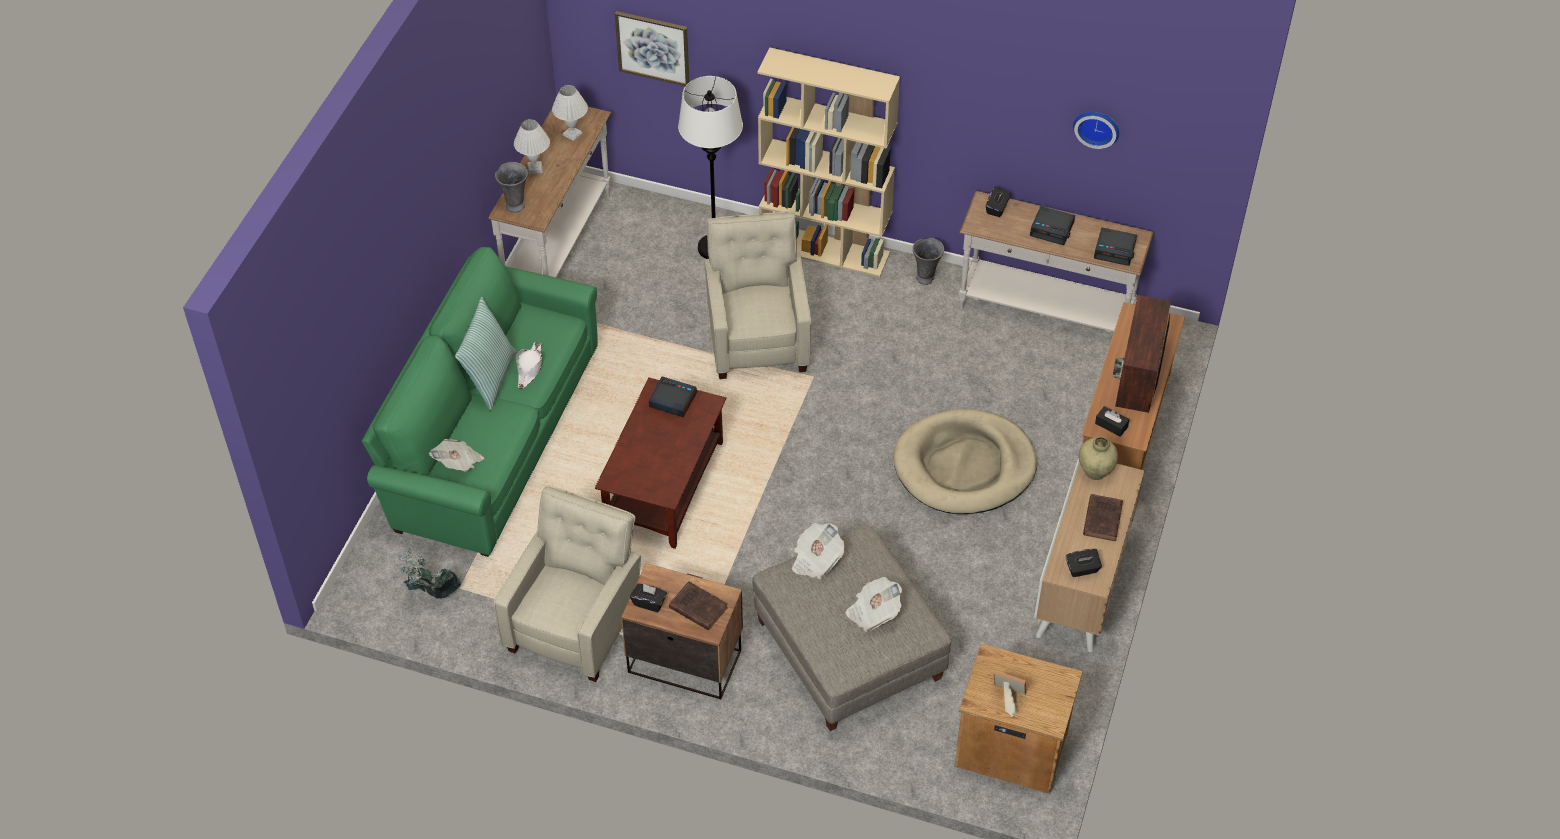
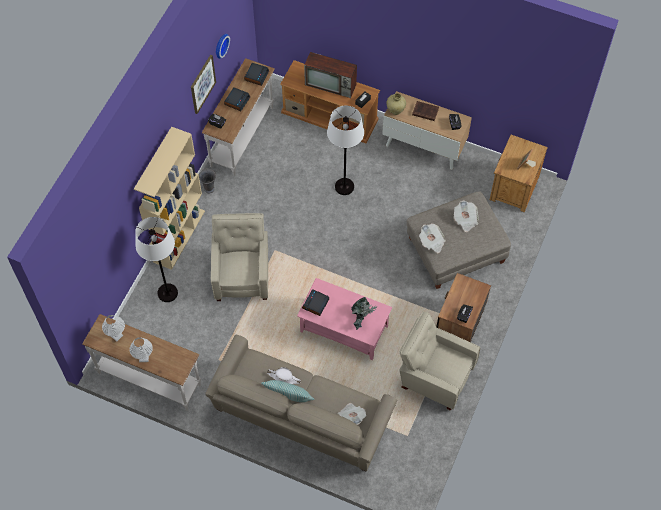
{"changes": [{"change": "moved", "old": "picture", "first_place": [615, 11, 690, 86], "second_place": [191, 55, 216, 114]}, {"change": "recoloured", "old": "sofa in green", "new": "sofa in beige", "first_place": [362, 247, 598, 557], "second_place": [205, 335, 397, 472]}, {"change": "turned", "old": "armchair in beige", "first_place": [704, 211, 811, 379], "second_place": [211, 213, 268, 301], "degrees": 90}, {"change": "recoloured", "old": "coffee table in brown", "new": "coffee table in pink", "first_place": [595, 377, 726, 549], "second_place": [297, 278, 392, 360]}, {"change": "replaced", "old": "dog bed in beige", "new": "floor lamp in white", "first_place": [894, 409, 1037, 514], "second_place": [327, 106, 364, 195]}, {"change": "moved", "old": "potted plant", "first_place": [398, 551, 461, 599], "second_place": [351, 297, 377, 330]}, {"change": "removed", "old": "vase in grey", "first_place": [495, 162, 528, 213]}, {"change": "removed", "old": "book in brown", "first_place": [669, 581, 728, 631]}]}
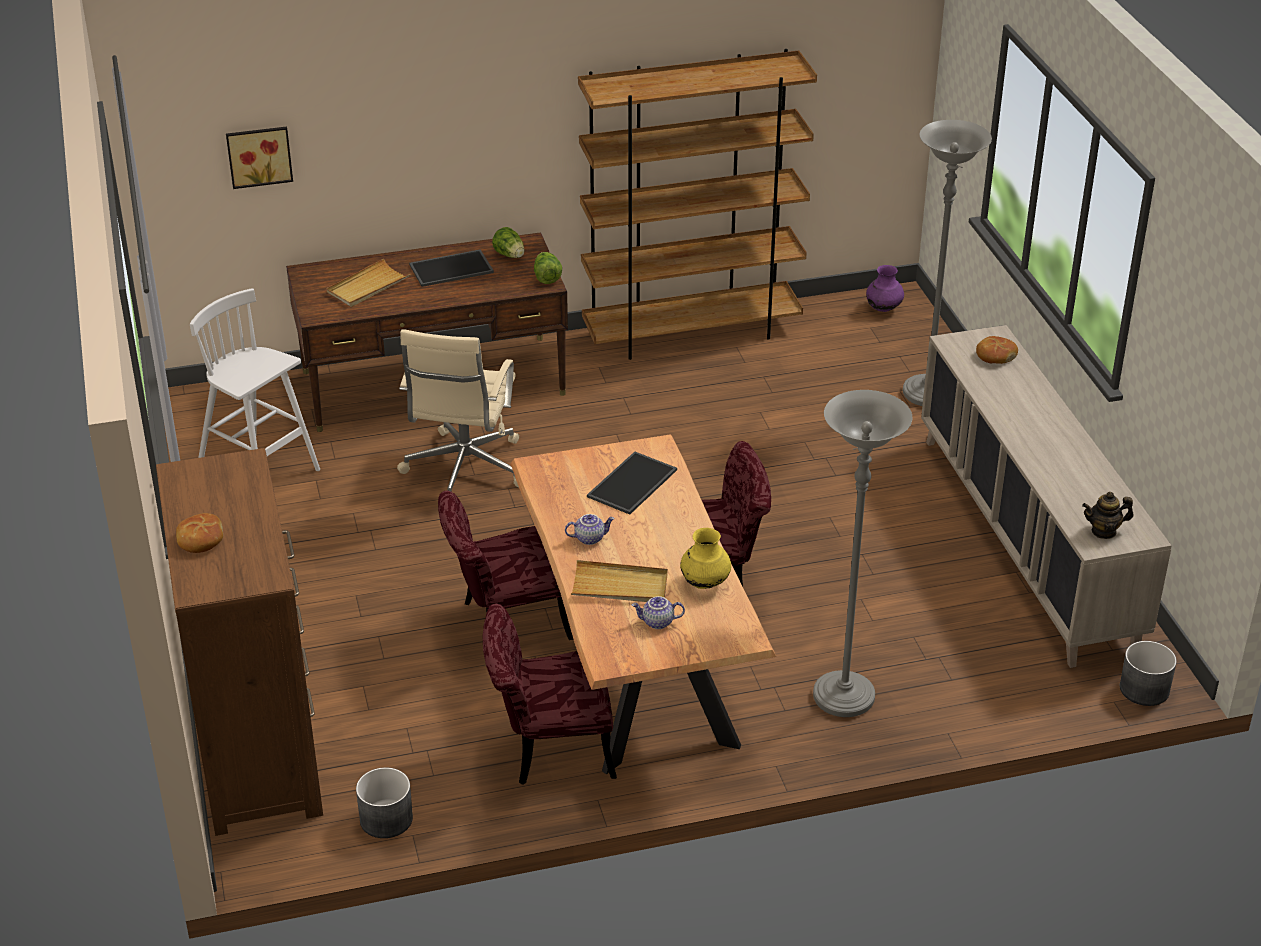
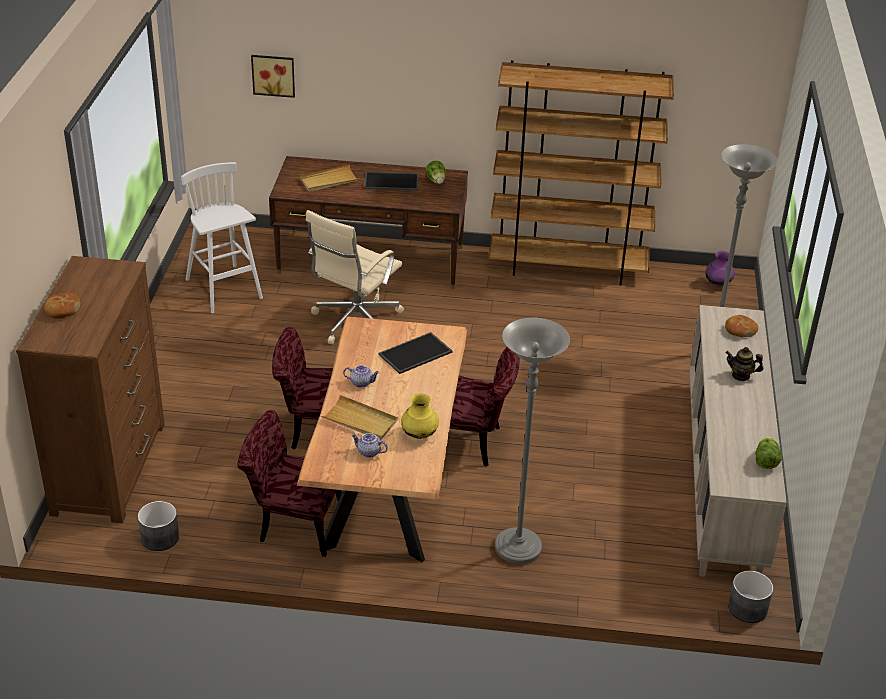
{"changes": [{"change": "moved", "old": "teapot", "first_place": [1082, 492, 1133, 539], "second_place": [726, 347, 763, 381]}, {"change": "moved", "old": "lettuce", "first_place": [534, 252, 562, 284], "second_place": [755, 437, 782, 469]}]}
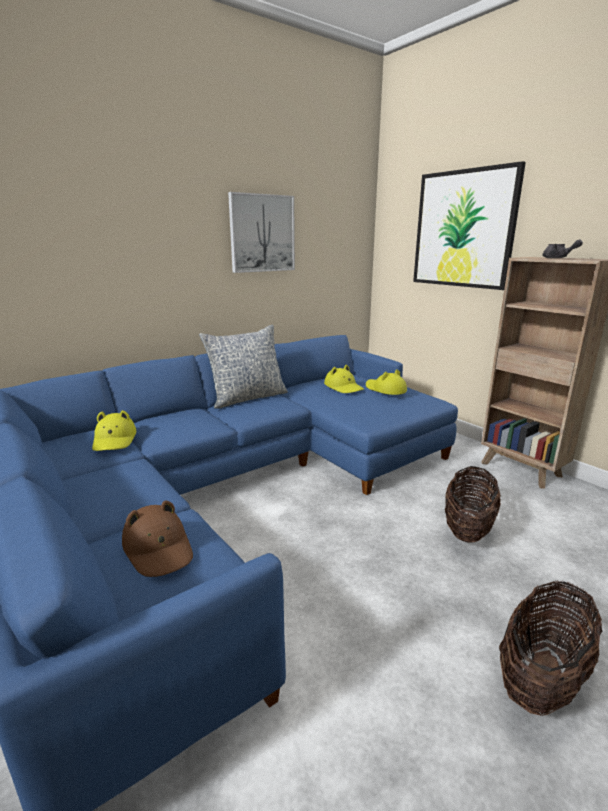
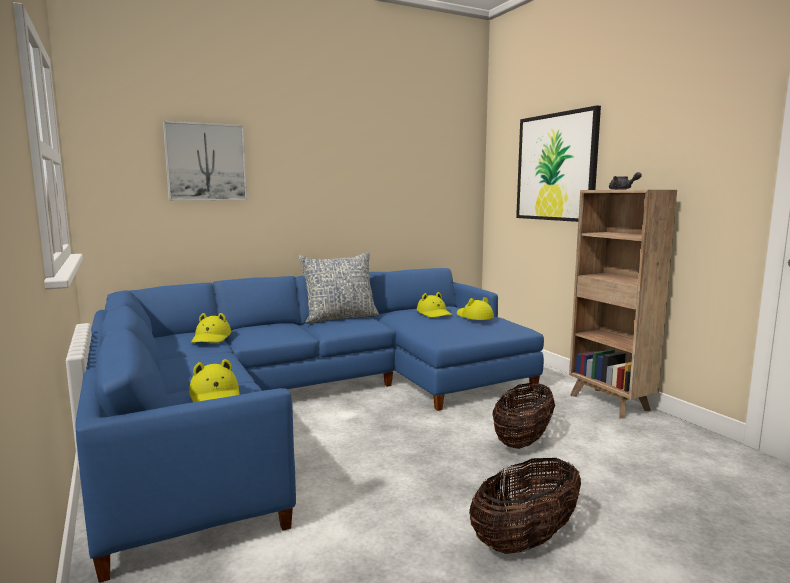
{"changes": [{"change": "moved", "old": "picture", "first_place": [228, 192, 295, 273], "second_place": [163, 121, 247, 201]}, {"change": "recoloured", "old": "hat in brown", "new": "hat in yellow", "first_place": [122, 500, 193, 577], "second_place": [189, 359, 239, 402]}]}
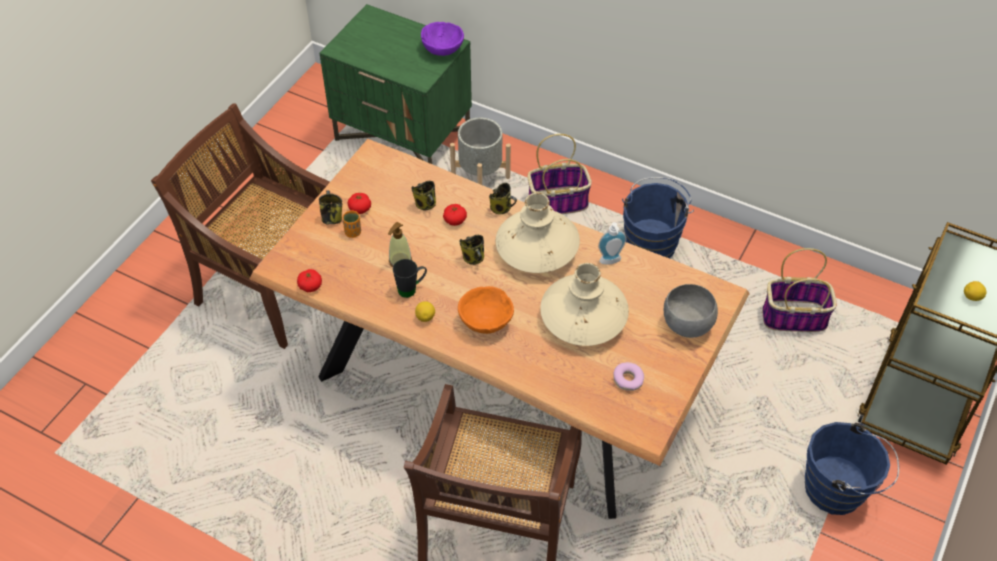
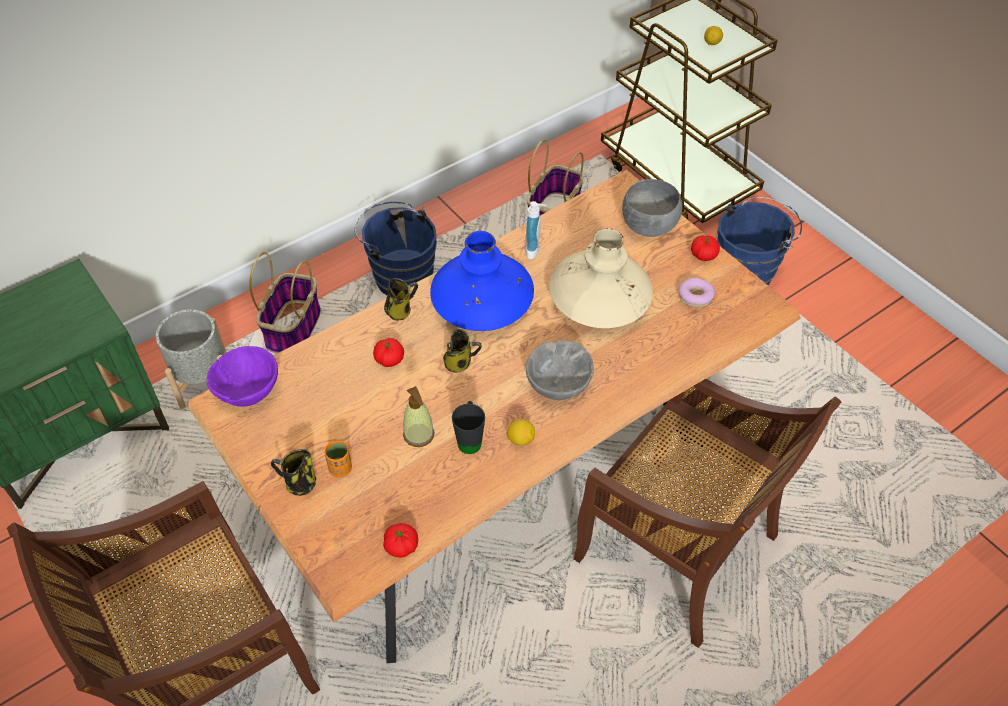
{"changes": [{"change": "moved", "old": "bowl in purple", "first_place": [421, 22, 464, 56], "second_place": [207, 346, 278, 407]}, {"change": "recoloured", "old": "vase in beige", "new": "vase in blue", "first_place": [496, 193, 580, 273], "second_place": [430, 231, 534, 331]}, {"change": "recoloured", "old": "bowl in orange", "new": "bowl in grey", "first_place": [458, 286, 514, 334], "second_place": [526, 340, 594, 400]}, {"change": "moved", "old": "tomato", "first_place": [348, 193, 371, 214], "second_place": [691, 235, 720, 261]}, {"change": "removed", "old": "mug", "first_place": [411, 181, 436, 210]}]}
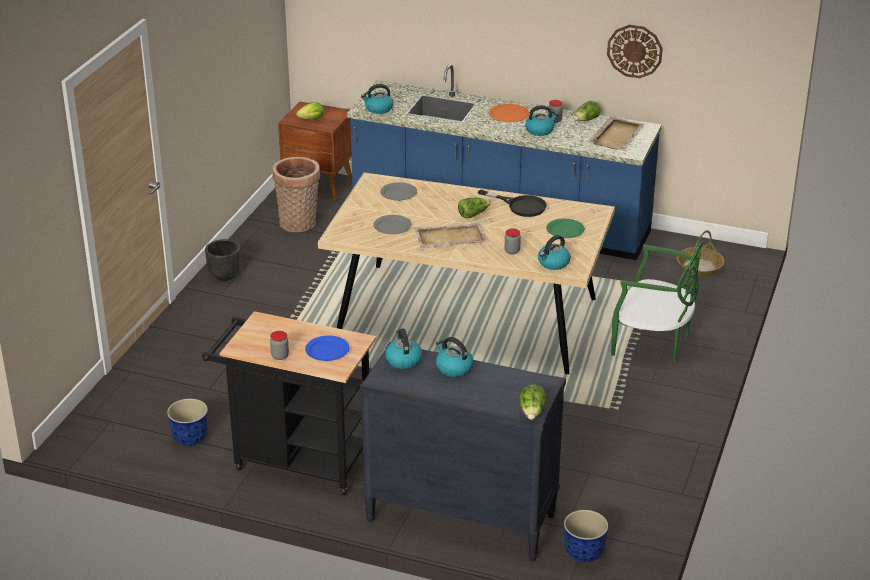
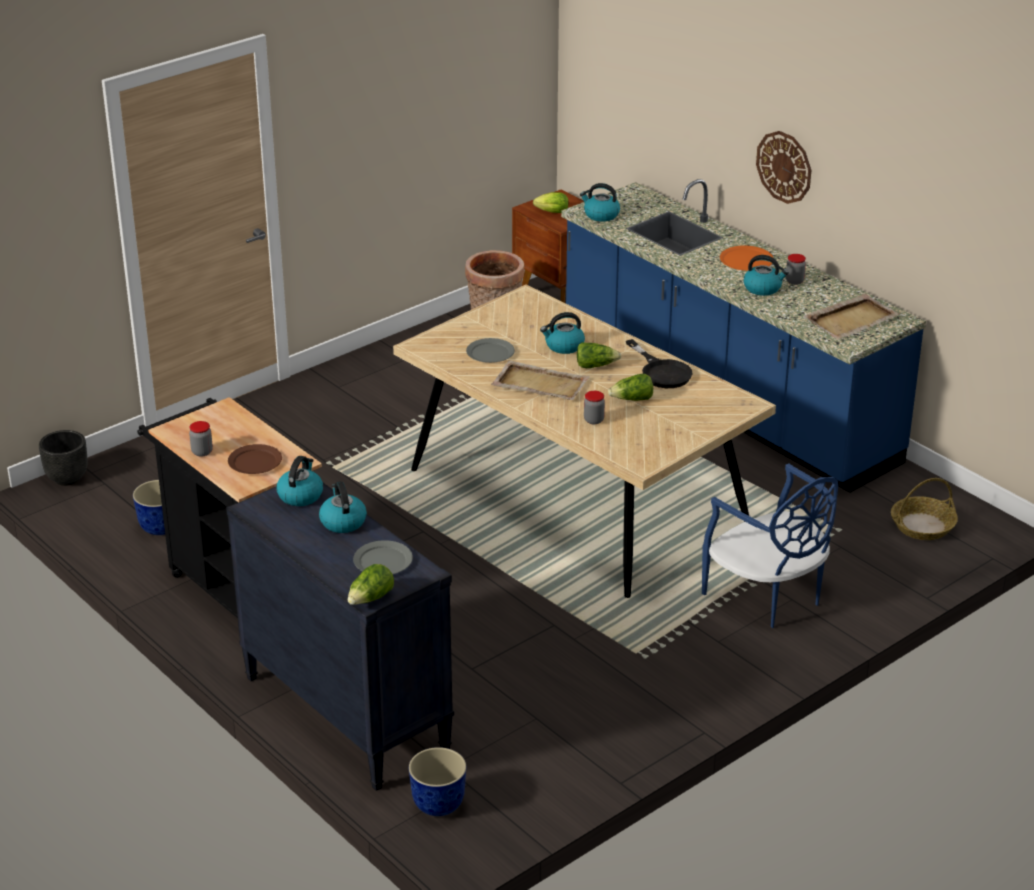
{"changes": [{"change": "moved", "old": "planter in black", "first_place": [205, 239, 240, 281], "second_place": [39, 430, 87, 486]}, {"change": "recoloured", "old": "plate in blue", "new": "plate in brown", "first_place": [305, 335, 349, 361], "second_place": [228, 444, 282, 474]}, {"change": "moved", "old": "plate in grey", "first_place": [380, 182, 417, 201], "second_place": [353, 540, 413, 574]}, {"change": "moved", "old": "kettle", "first_place": [538, 235, 571, 270], "second_place": [540, 312, 585, 354]}, {"change": "moved", "old": "lettuce", "first_place": [574, 101, 600, 121], "second_place": [608, 374, 653, 401]}, {"change": "recoloured", "old": "chair in green", "new": "chair in blue", "first_place": [611, 241, 703, 362], "second_place": [702, 464, 838, 628]}, {"change": "moved", "old": "wall clock", "first_place": [607, 25, 663, 78], "second_place": [756, 131, 811, 204]}, {"change": "removed", "old": "plate in green", "first_place": [546, 219, 585, 238]}]}
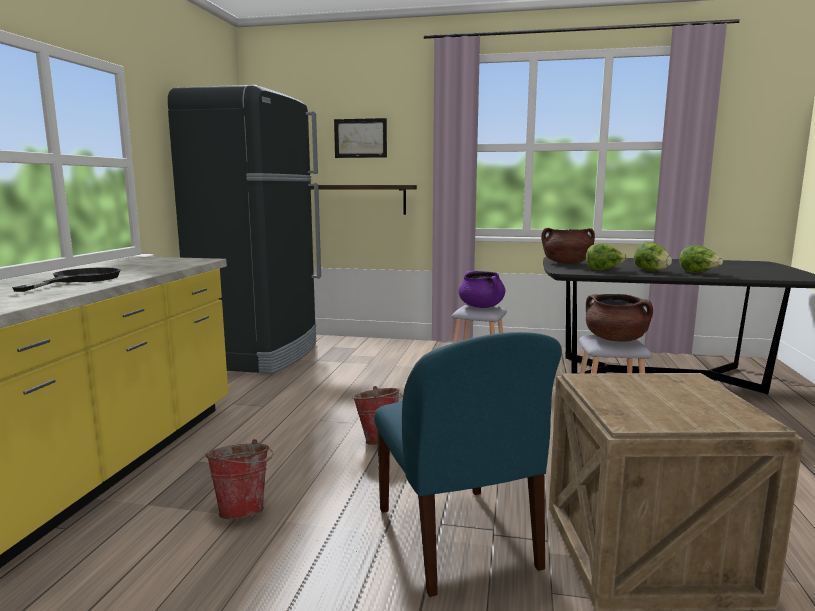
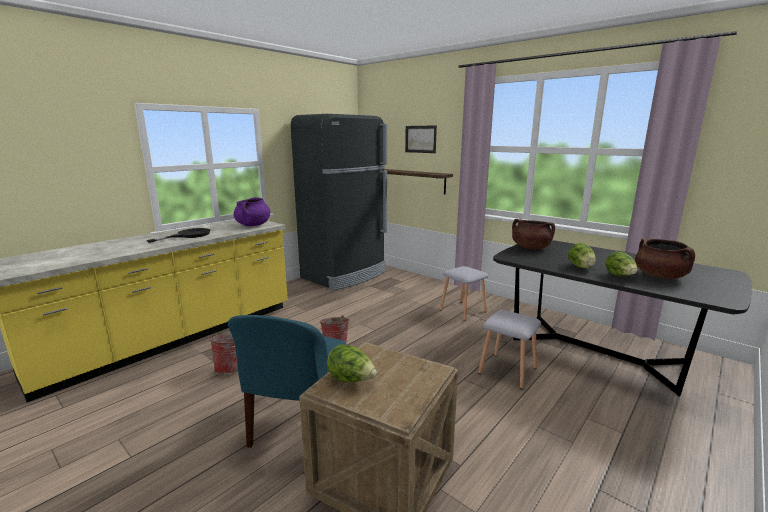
{"changes": [{"change": "moved", "old": "cooking pot in purple", "first_place": [459, 271, 505, 308], "second_place": [234, 197, 270, 226]}, {"change": "moved", "old": "lettuce", "first_place": [586, 244, 627, 270], "second_place": [327, 344, 377, 382]}, {"change": "moved", "old": "cooking pot in brown", "first_place": [586, 294, 653, 342], "second_place": [635, 238, 695, 279]}]}
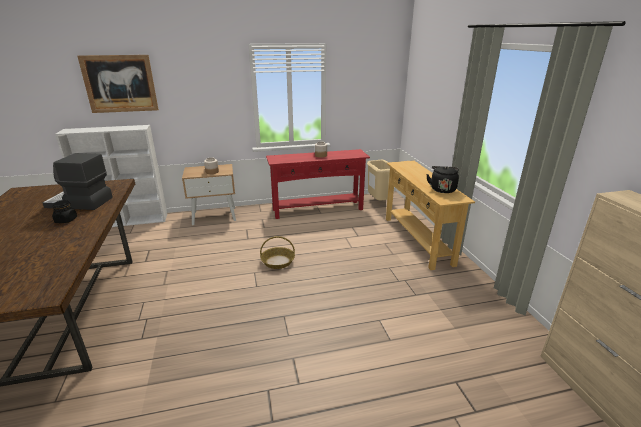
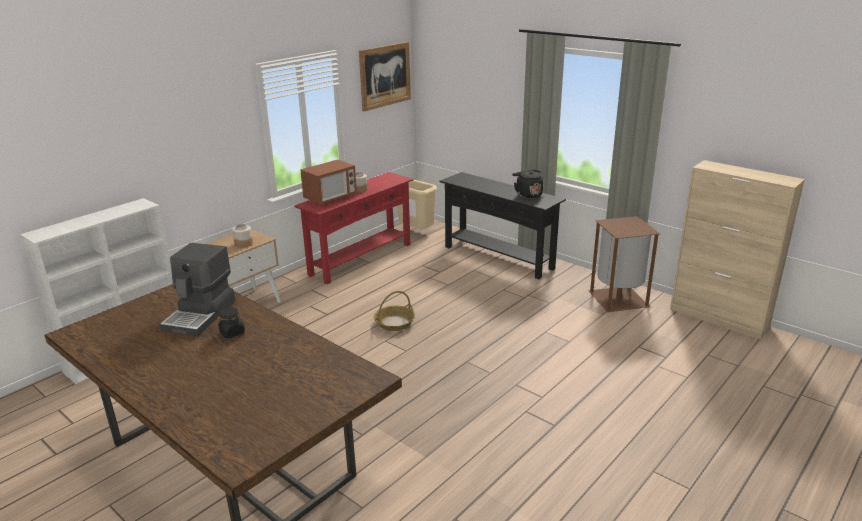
{"changes": [{"change": "turned", "old": "coffee machine", "first_place": [42, 153, 113, 210], "second_place": [159, 243, 235, 336], "degrees": -45}, {"change": "added", "new": "microwave", "second_place": [300, 159, 357, 205]}, {"change": "moved", "old": "picture", "first_place": [77, 55, 159, 113], "second_place": [359, 42, 411, 111]}, {"change": "recoloured", "old": "console table in beige", "new": "console table in black", "first_place": [386, 160, 475, 270], "second_place": [440, 172, 566, 279]}, {"change": "added", "new": "trash can in brown", "second_place": [589, 216, 660, 312]}]}
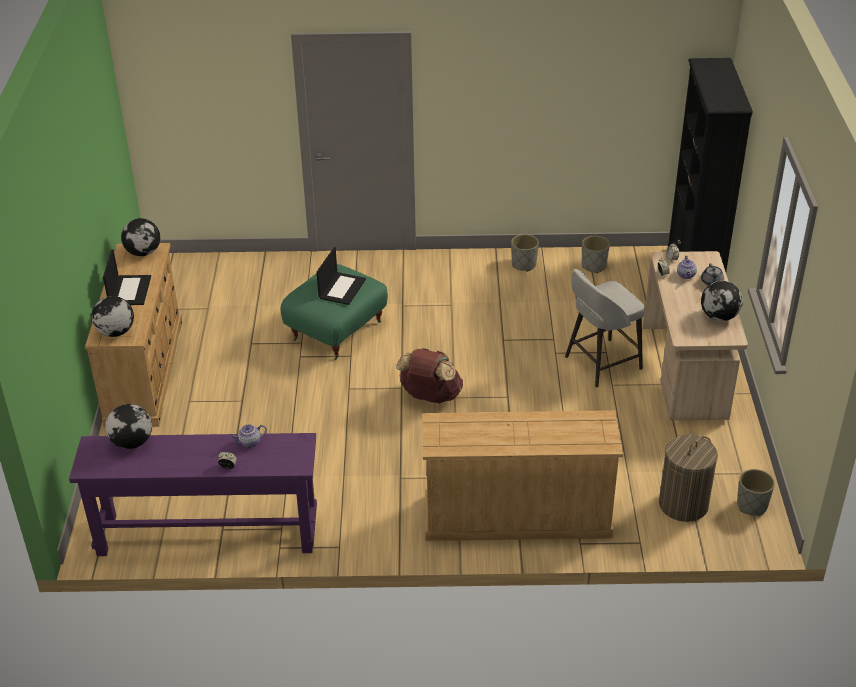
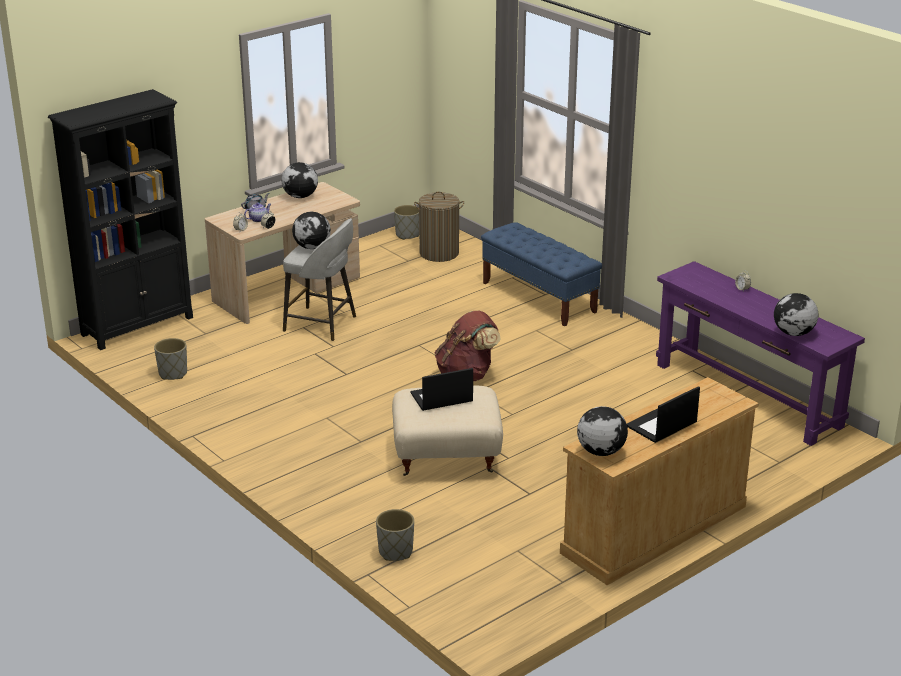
{"changes": [{"change": "moved", "old": "globe", "first_place": [91, 296, 134, 337], "second_place": [292, 212, 331, 249]}, {"change": "moved", "old": "planter in grey", "first_place": [511, 234, 539, 272], "second_place": [376, 509, 414, 561]}, {"change": "recoloured", "old": "ottoman in green", "new": "ottoman in beige", "first_place": [280, 264, 388, 360], "second_place": [392, 386, 503, 476]}, {"change": "replaced", "old": "dresser in beige", "new": "bench in blue", "first_place": [423, 410, 623, 541], "second_place": [481, 222, 602, 326]}, {"change": "removed", "old": "teapot", "first_place": [230, 424, 267, 448]}]}
